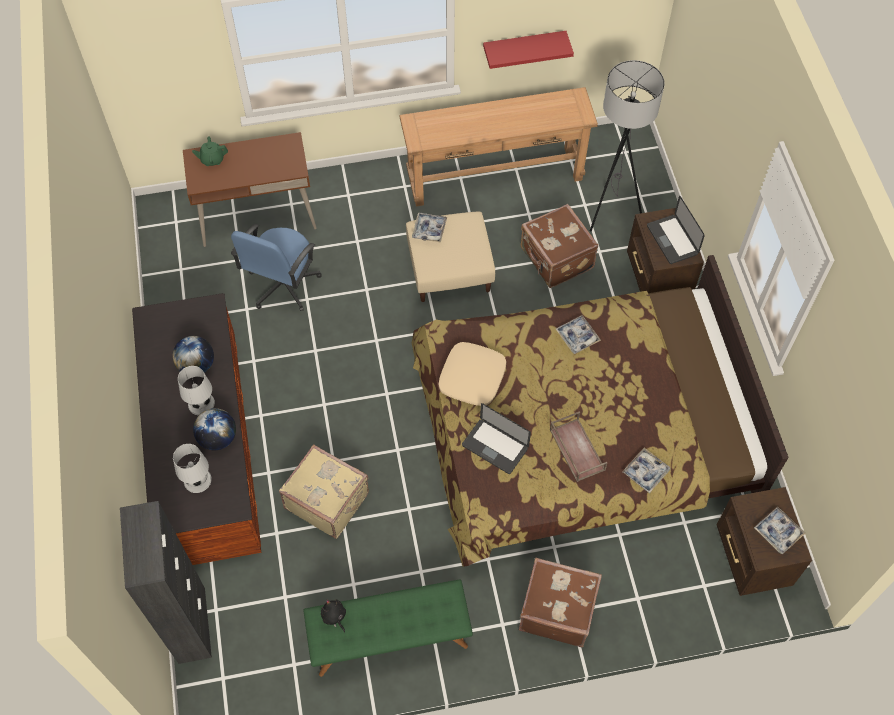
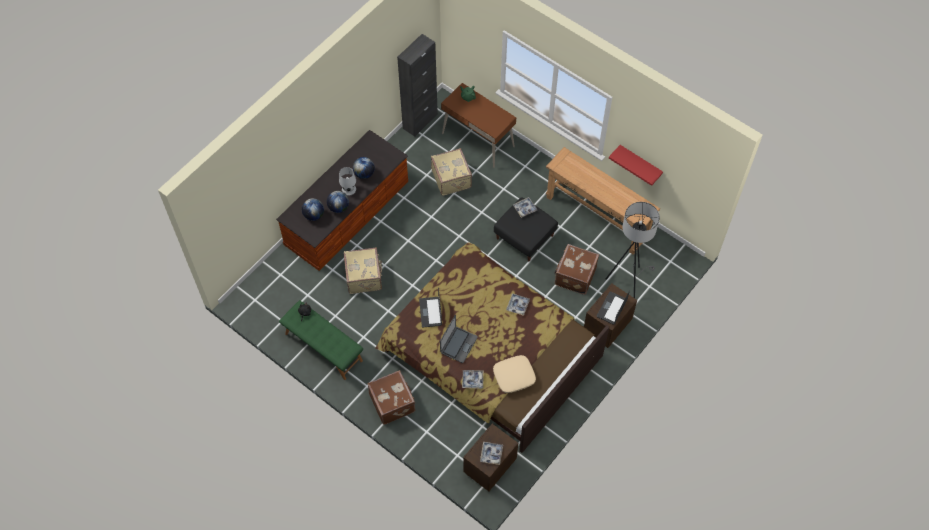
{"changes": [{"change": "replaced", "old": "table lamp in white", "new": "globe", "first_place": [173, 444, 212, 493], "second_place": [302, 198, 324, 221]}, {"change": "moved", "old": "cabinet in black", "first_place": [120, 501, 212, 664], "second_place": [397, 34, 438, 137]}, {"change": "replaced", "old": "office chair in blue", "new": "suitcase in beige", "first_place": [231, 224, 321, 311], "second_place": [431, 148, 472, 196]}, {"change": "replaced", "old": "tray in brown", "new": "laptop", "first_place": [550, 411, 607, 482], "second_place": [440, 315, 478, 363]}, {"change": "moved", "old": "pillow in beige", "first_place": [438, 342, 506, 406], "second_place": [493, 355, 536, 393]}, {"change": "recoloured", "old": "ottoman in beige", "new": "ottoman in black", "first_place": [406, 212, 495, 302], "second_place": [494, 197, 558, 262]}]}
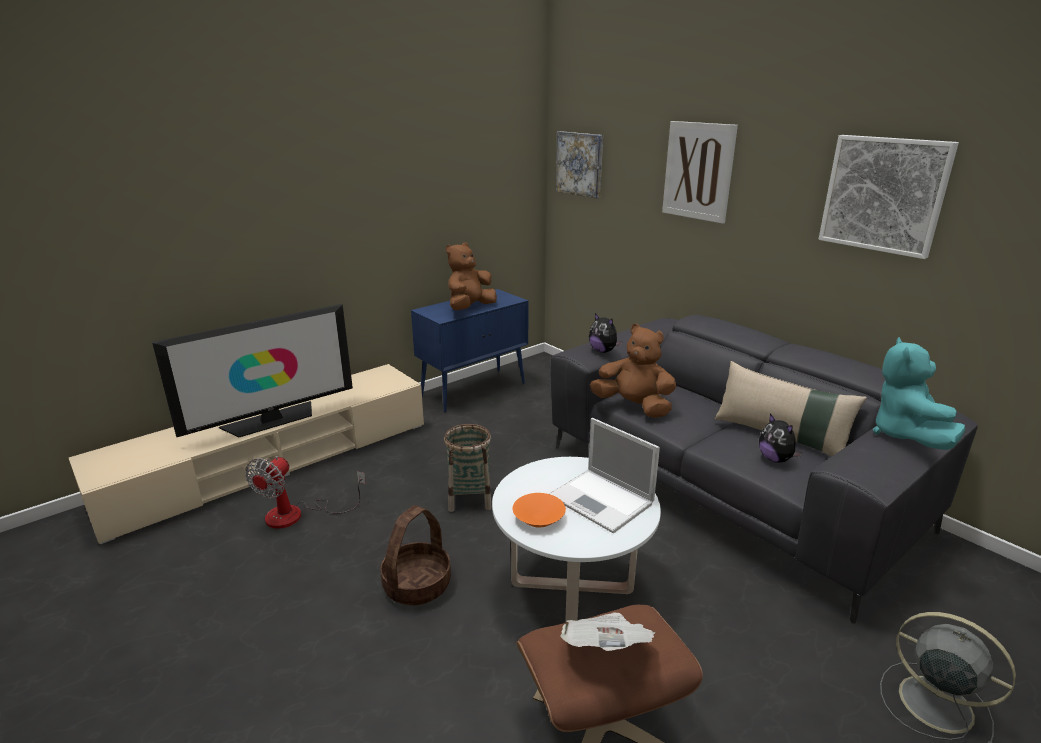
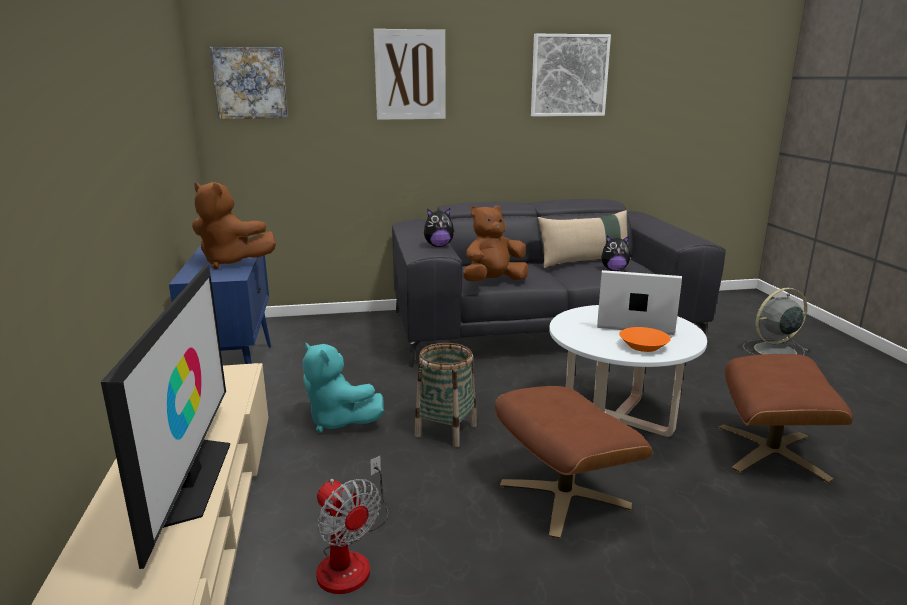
{"changes": [{"change": "turned", "old": "plush toy in brown", "first_place": [446, 242, 497, 310], "second_place": [192, 182, 276, 269], "degrees": -45}, {"change": "moved", "old": "plush toy in turquoise", "first_place": [873, 337, 965, 450], "second_place": [303, 342, 384, 433]}, {"change": "replaced", "old": "basket", "new": "ottoman in brown", "first_place": [380, 505, 451, 606], "second_place": [495, 386, 653, 539]}, {"change": "turned", "old": "laptop", "first_place": [549, 418, 660, 533], "second_place": [597, 270, 682, 335], "degrees": -150}, {"change": "removed", "old": "newspaper", "first_place": [561, 612, 655, 651]}]}
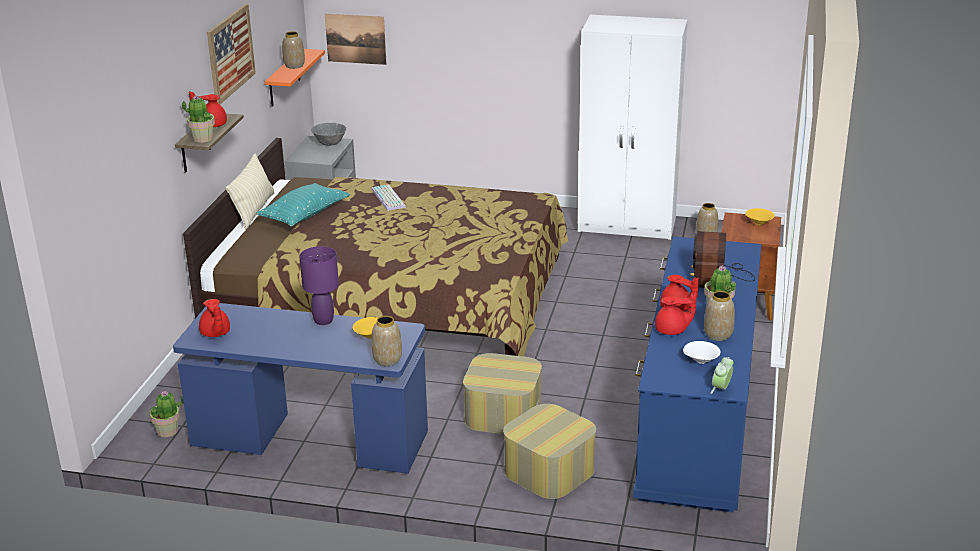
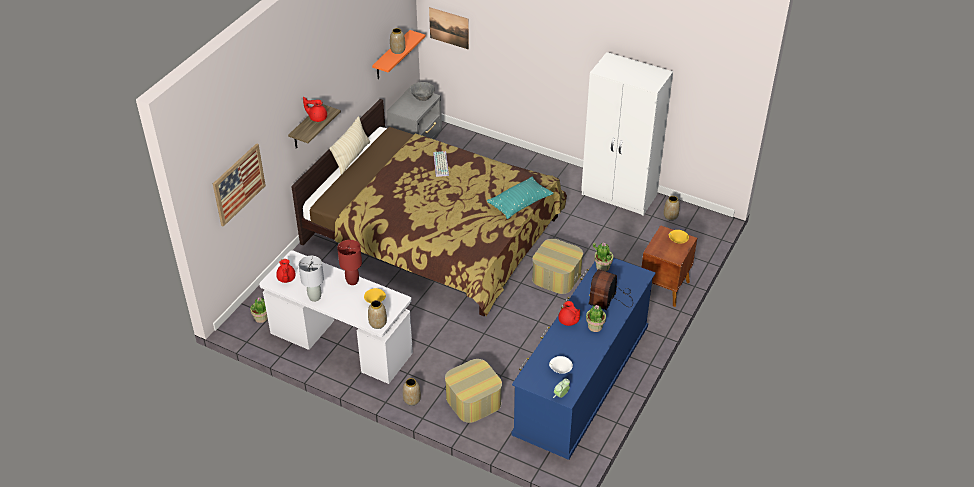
{"changes": [{"change": "moved", "old": "picture", "first_place": [207, 4, 256, 104], "second_place": [213, 143, 266, 227]}, {"change": "recoloured", "old": "desk in blue", "new": "desk in white", "first_place": [173, 303, 428, 474], "second_place": [259, 250, 413, 384]}, {"change": "added", "new": "table lamp in grey", "second_place": [298, 256, 324, 302]}, {"change": "recoloured", "old": "table lamp in purple", "new": "table lamp in red", "first_place": [299, 246, 339, 325], "second_place": [337, 240, 362, 285]}, {"change": "moved", "old": "vase", "first_place": [704, 291, 735, 341], "second_place": [403, 378, 421, 406]}, {"change": "moved", "old": "pillow in turquoise", "first_place": [256, 183, 350, 227], "second_place": [487, 176, 553, 219]}, {"change": "moved", "old": "ottoman", "first_place": [463, 353, 542, 434], "second_place": [532, 239, 583, 294]}, {"change": "moved", "old": "potted plant", "first_place": [182, 95, 215, 143], "second_place": [593, 243, 613, 271]}, {"change": "removed", "old": "teapot in red", "first_place": [655, 292, 697, 335]}]}
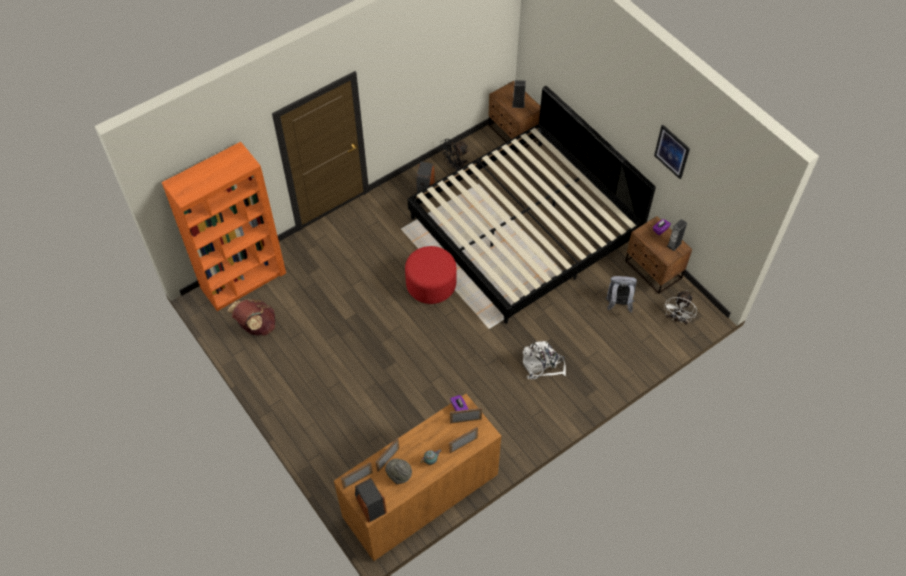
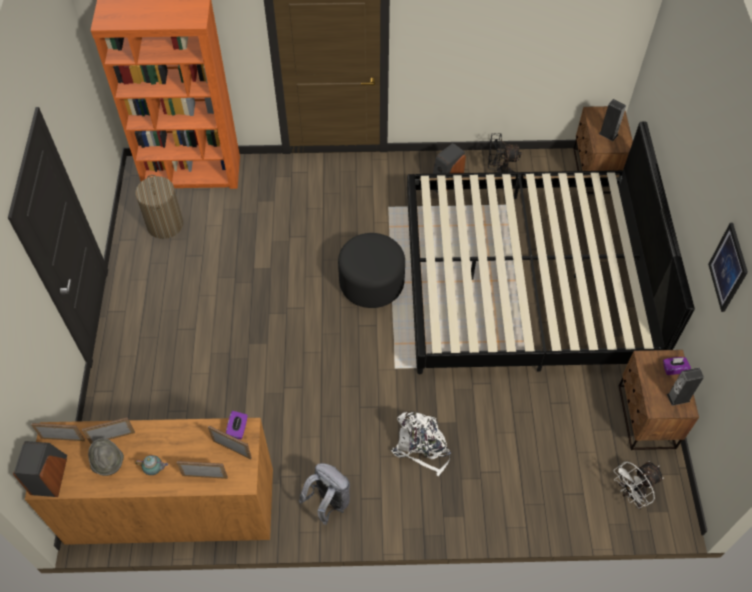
{"changes": [{"change": "replaced", "old": "backpack in brown", "new": "laundry basket", "first_place": [227, 299, 275, 336], "second_place": [135, 175, 183, 239]}, {"change": "moved", "old": "backpack in grey", "first_place": [605, 276, 637, 313], "second_place": [299, 463, 350, 525]}, {"change": "recoloured", "old": "ottoman in red", "new": "ottoman in black", "first_place": [405, 246, 457, 304], "second_place": [338, 233, 405, 308]}]}
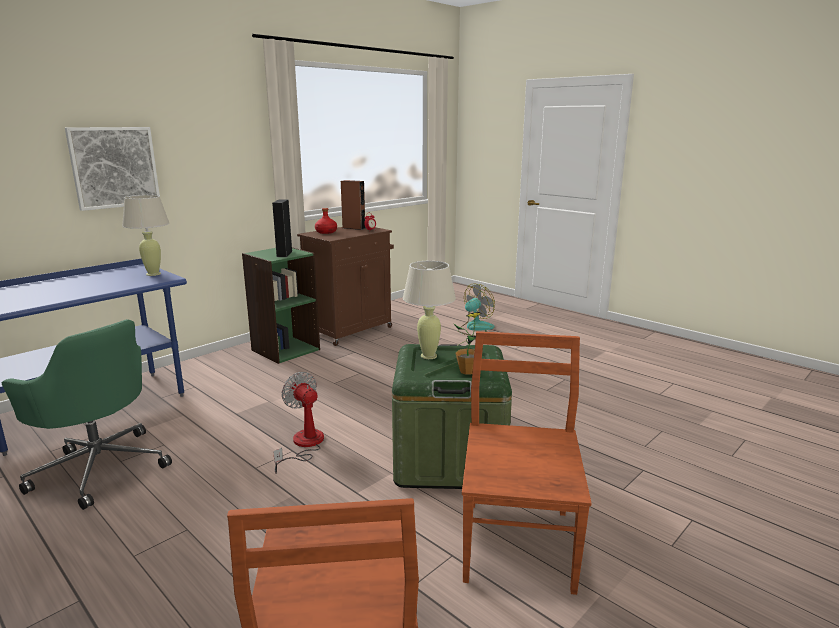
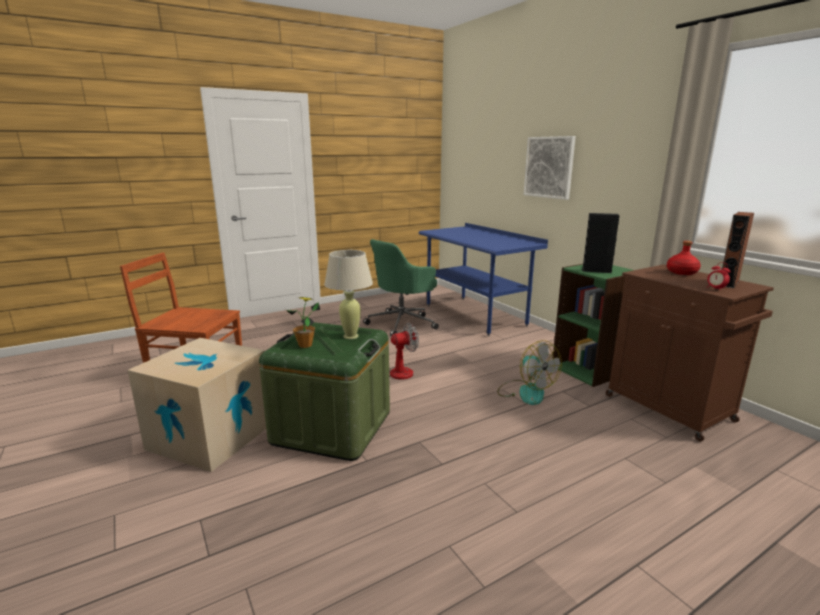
{"changes": [{"change": "replaced", "old": "chair in brown", "new": "cardboard box", "first_place": [462, 331, 592, 595], "second_place": [128, 338, 266, 472]}, {"change": "moved", "old": "fan", "first_place": [458, 284, 495, 336], "second_place": [497, 340, 562, 405]}, {"change": "removed", "old": "table lamp in beige", "first_place": [122, 195, 169, 276]}]}
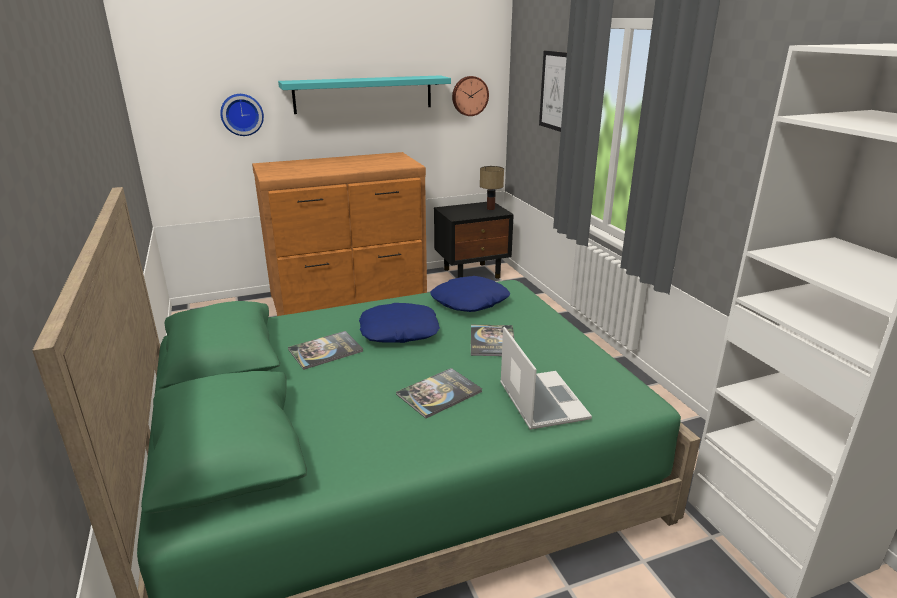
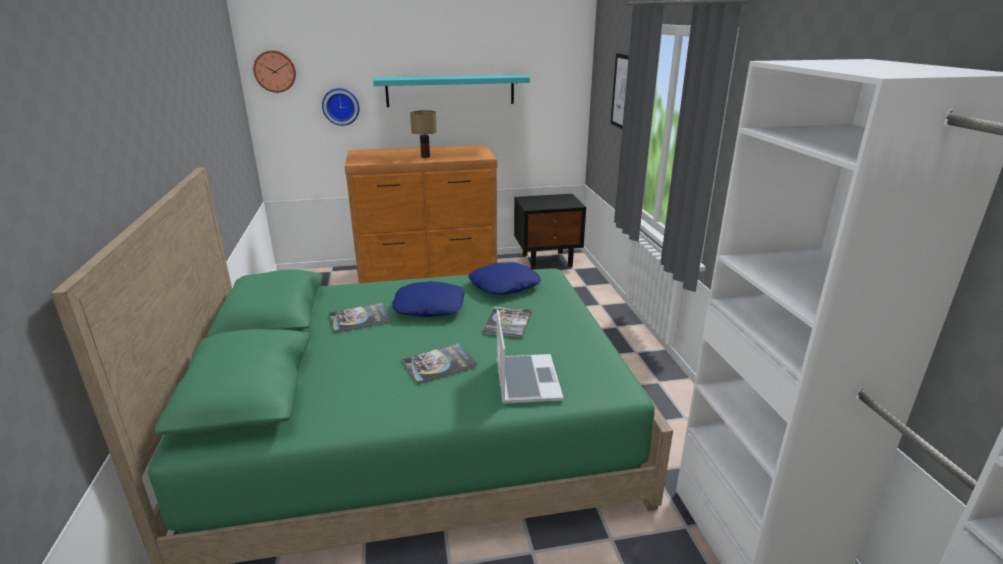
{"changes": [{"change": "moved", "old": "wall clock", "first_place": [452, 76, 489, 116], "second_place": [253, 50, 296, 93]}, {"change": "moved", "old": "table lamp", "first_place": [480, 166, 504, 210], "second_place": [410, 110, 437, 158]}]}
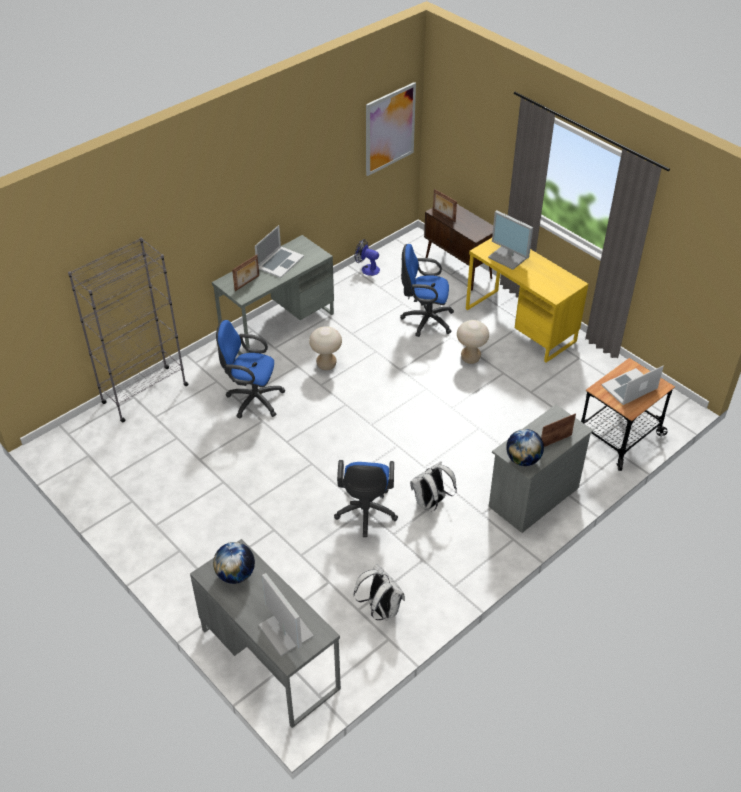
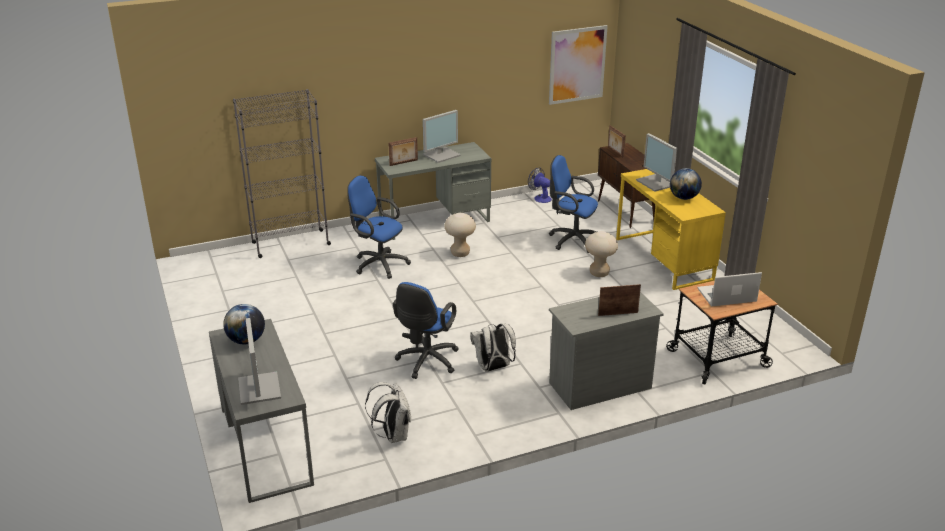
{"changes": [{"change": "replaced", "old": "laptop", "new": "monitor", "first_place": [255, 225, 304, 278], "second_place": [423, 110, 461, 163]}, {"change": "moved", "old": "globe", "first_place": [506, 429, 544, 466], "second_place": [670, 168, 702, 200]}]}
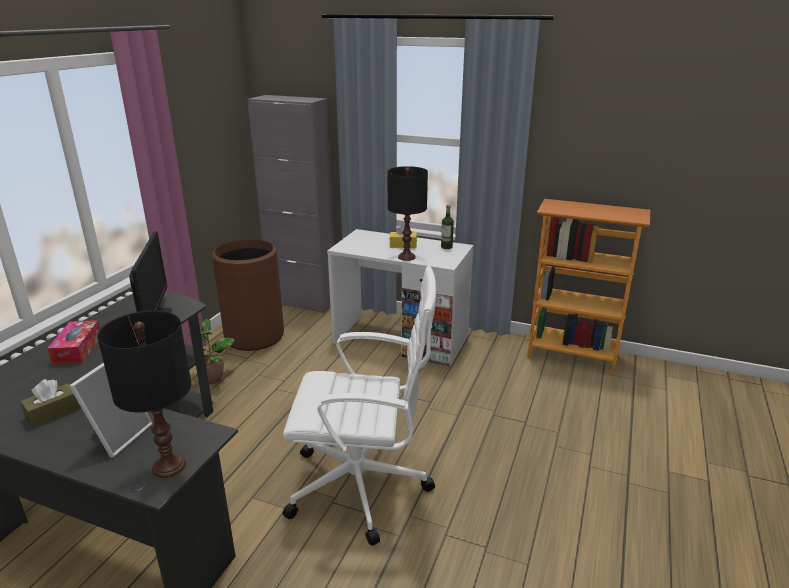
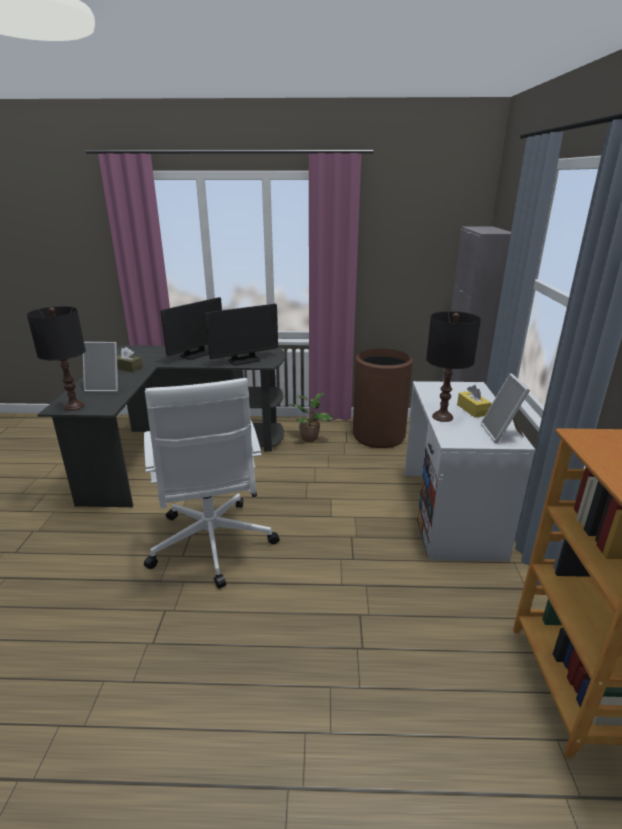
{"changes": [{"change": "replaced", "old": "tissue box", "new": "monitor", "first_place": [47, 320, 100, 365], "second_place": [160, 297, 222, 360]}, {"change": "replaced", "old": "bottle", "new": "picture frame", "first_place": [441, 205, 454, 249], "second_place": [481, 373, 530, 443]}]}
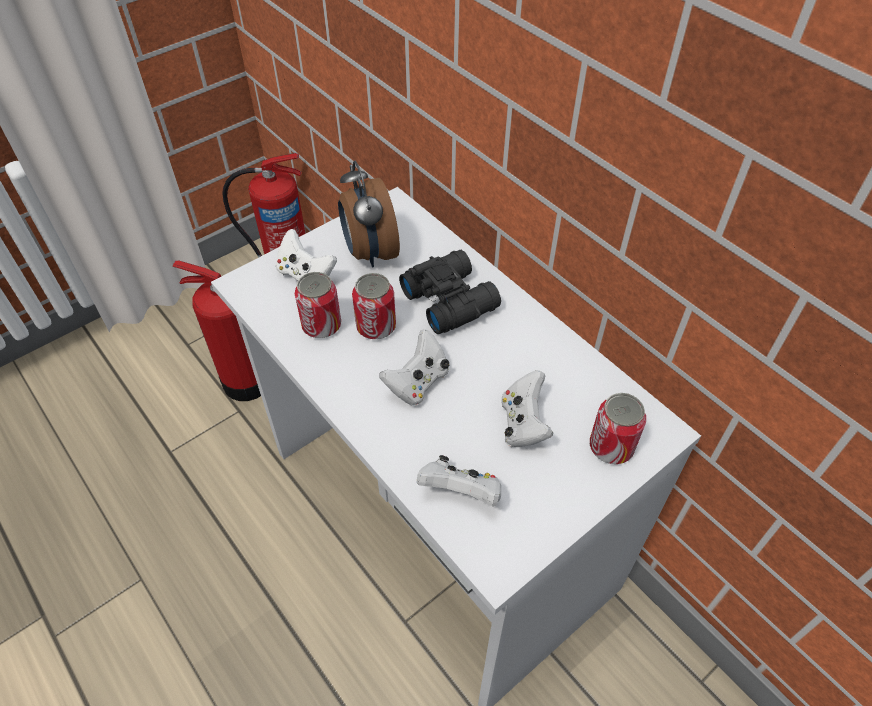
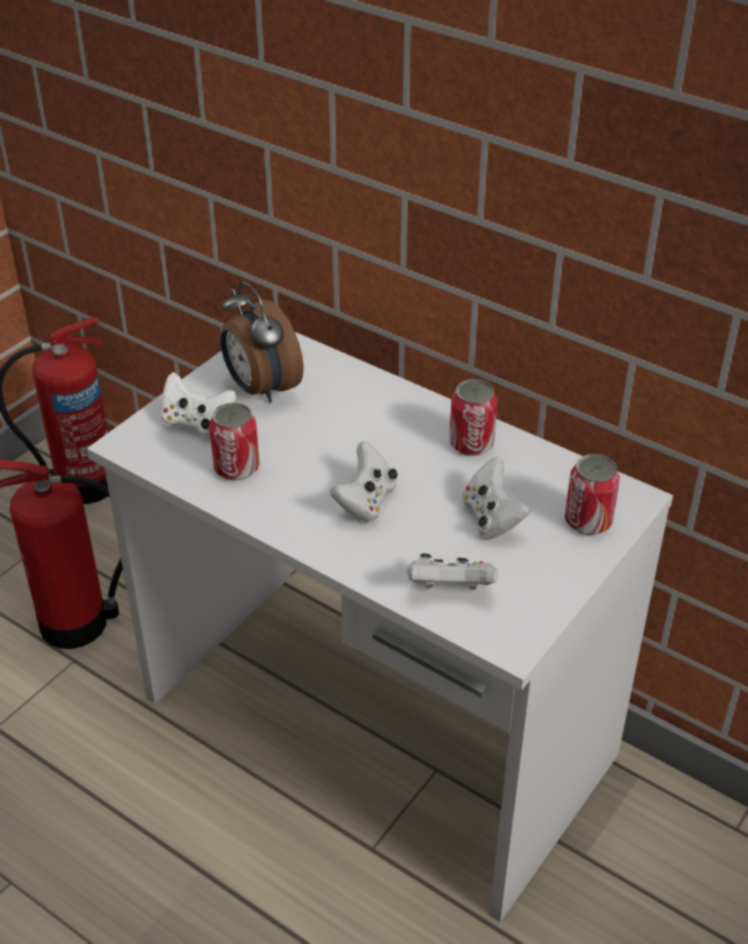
{"changes": [{"change": "moved", "old": "can", "first_place": [352, 273, 396, 339], "second_place": [449, 379, 498, 456]}, {"change": "removed", "old": "binoculars in black", "first_place": [399, 250, 501, 334]}]}
